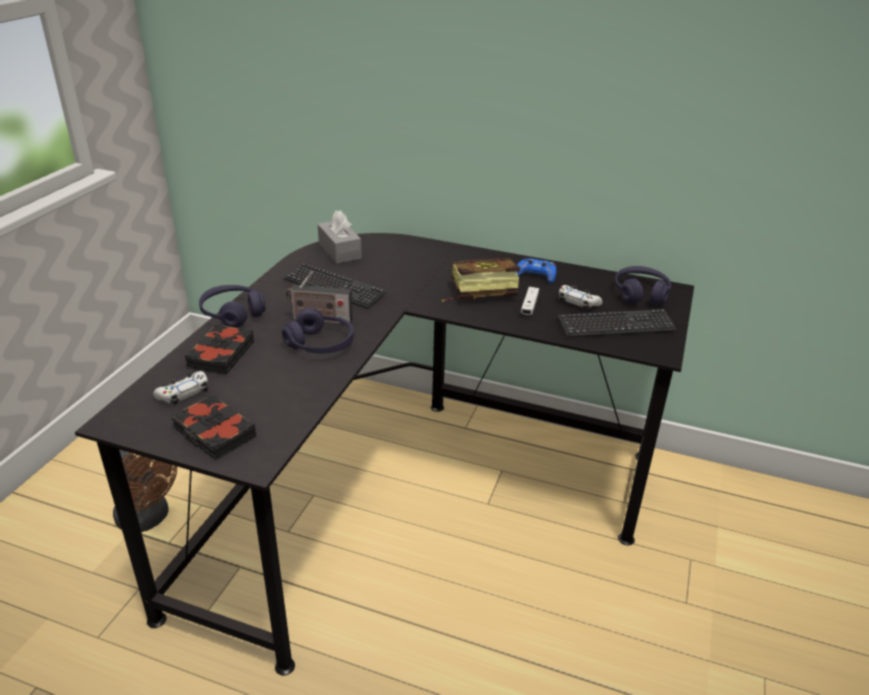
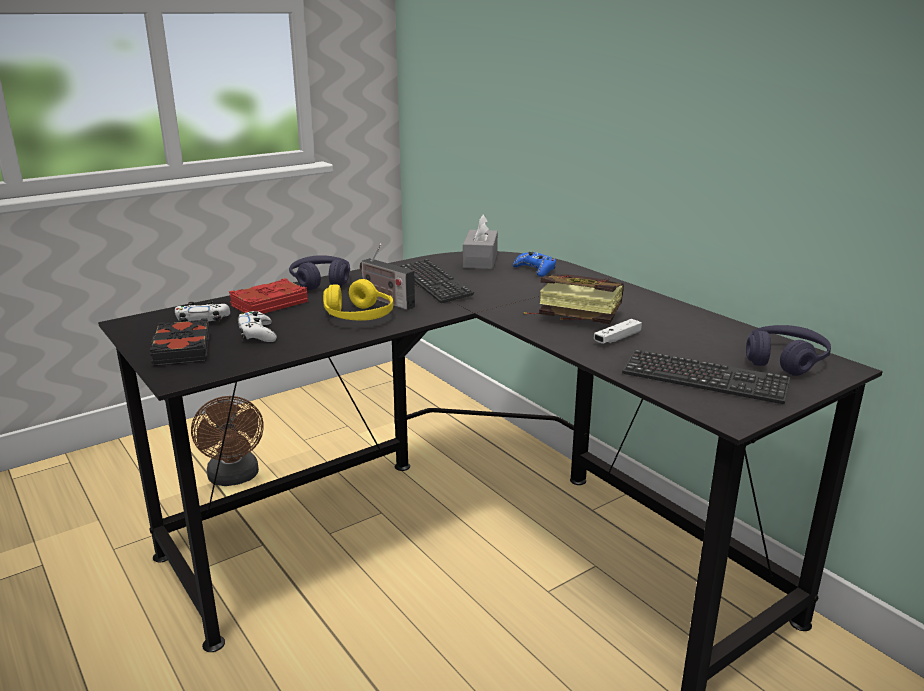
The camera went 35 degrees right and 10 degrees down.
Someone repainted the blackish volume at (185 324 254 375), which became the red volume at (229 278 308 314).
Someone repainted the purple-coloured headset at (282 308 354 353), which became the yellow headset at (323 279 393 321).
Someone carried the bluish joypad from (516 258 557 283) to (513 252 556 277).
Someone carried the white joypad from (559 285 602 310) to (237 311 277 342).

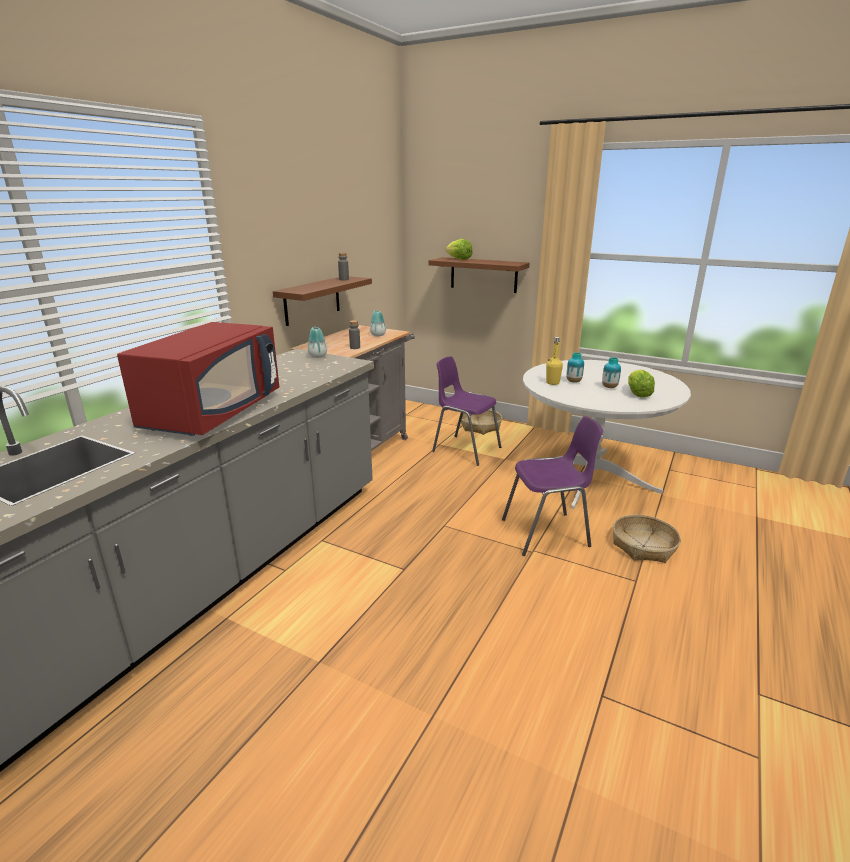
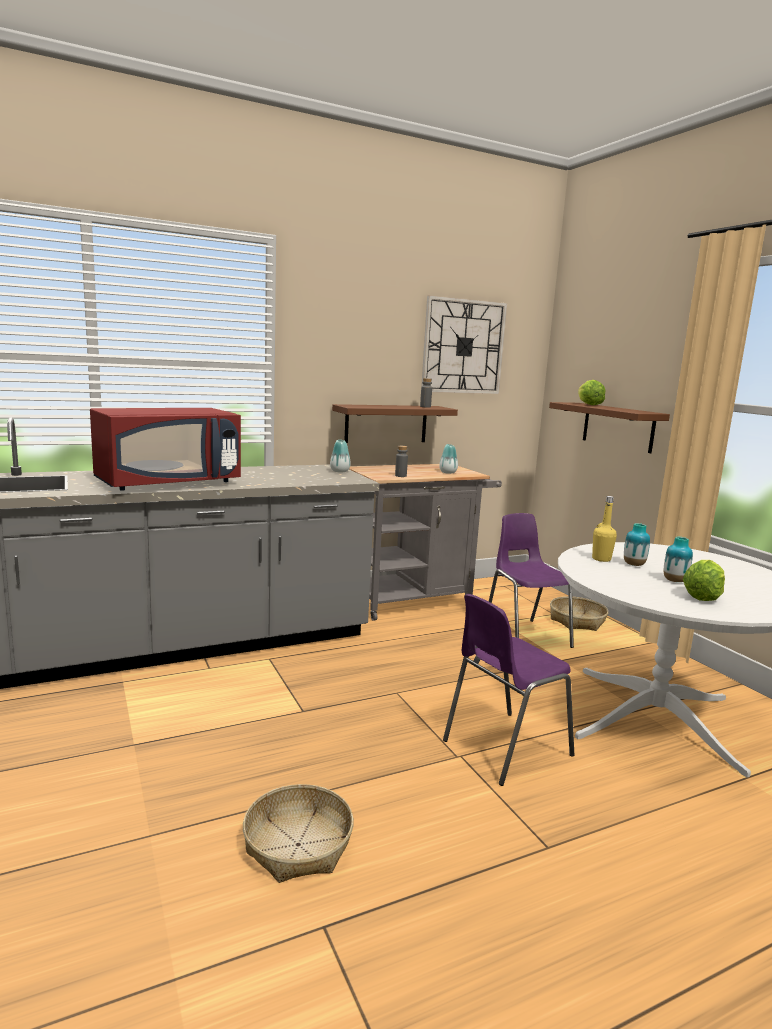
The camera went 35 degrees right and 10 degrees down.
Someone rotated the purple-coloured chair at (502 416 603 556) by 120 degrees clockwise.
Someone carried the household basket from (613 515 681 563) to (243 784 354 883).
Someone put up the clock on the wall at (421 295 507 394).

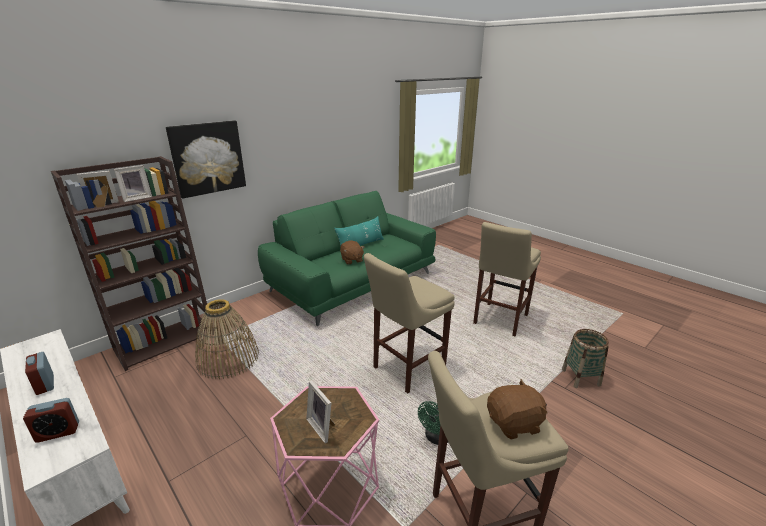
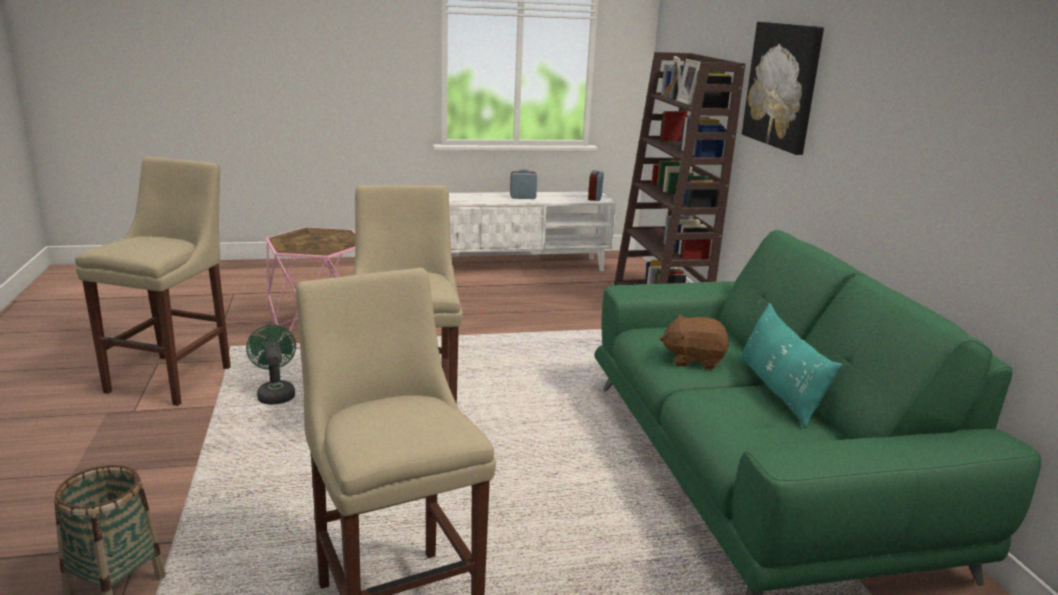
The camera went 120 degrees right and 5 degrees down.
Someone carried the table clock from (23 398 79 443) to (588 170 604 201).
Someone took away the household basket at (195 299 259 380).
Someone took away the picture frame at (306 380 335 444).
Someone took away the brownish plush toy at (487 379 547 439).

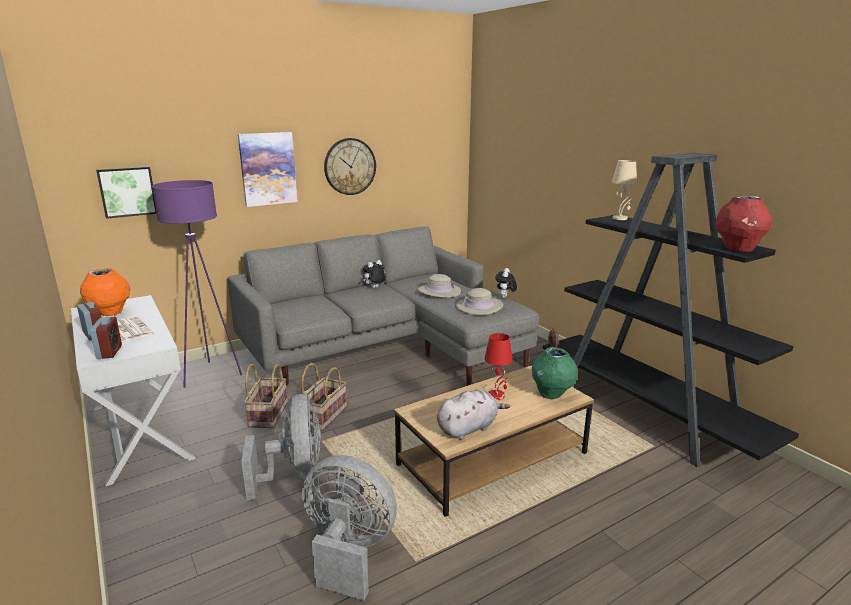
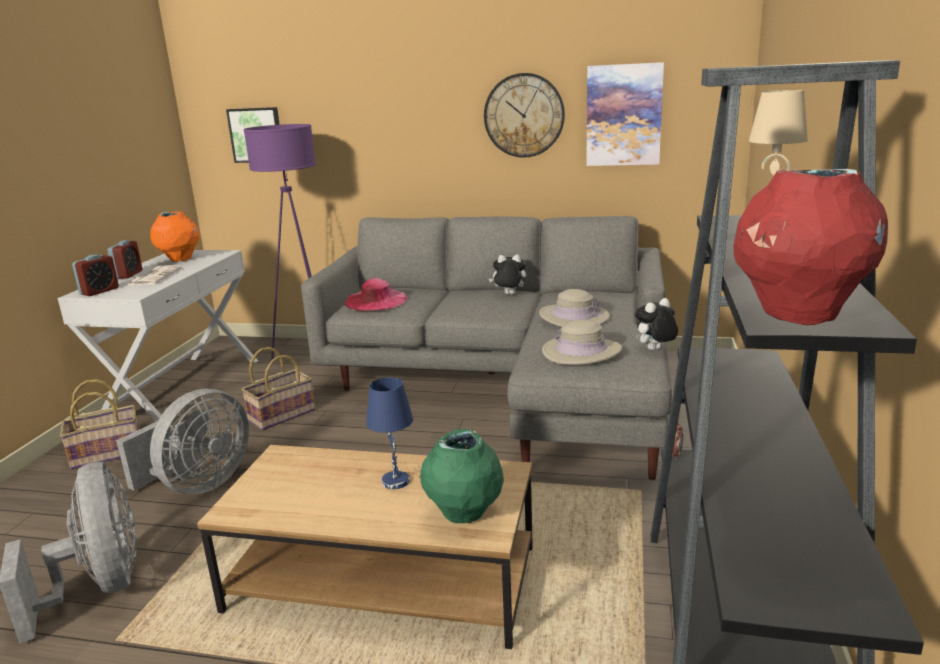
The camera went 45 degrees right and 0 degrees up.
Someone carried the wall art from (238 132 298 207) to (586 62 664 166).
Someone carried the household basket from (301 363 347 431) to (60 379 139 470).
Someone took away the greyish plush toy at (437 389 510 440).
Someone repainted the red table lamp at (484 333 513 400), which became the bluish table lamp at (366 377 413 489).
Someone put down the pink-coloured hat at (345 278 407 311).

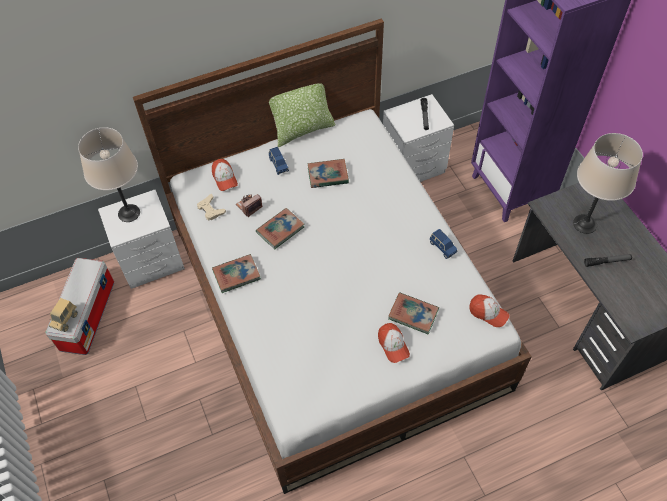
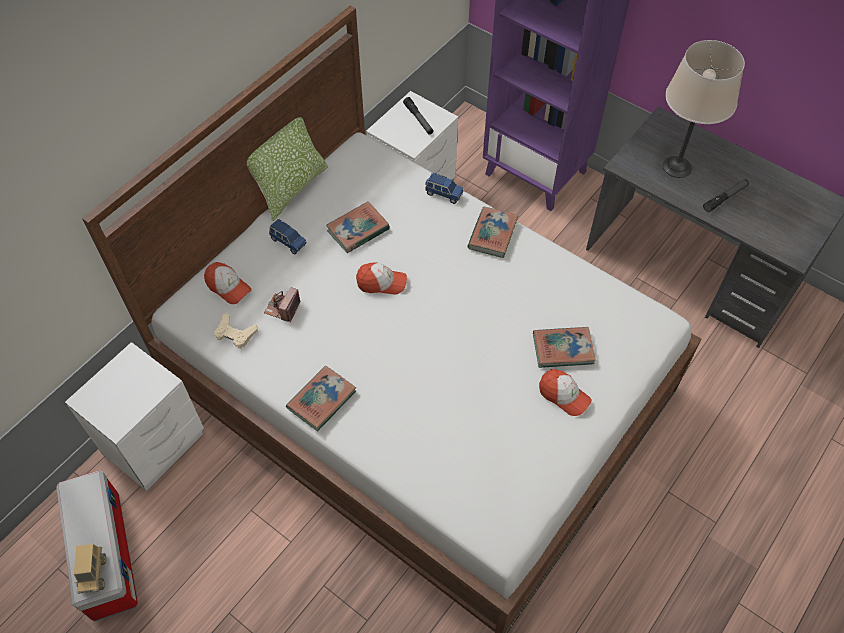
The camera went 30 degrees left and 0 degrees up.
Someone took away the sand-coloured table lamp at (78 127 140 222).
Someone carried the volume from (256 208 304 249) to (467 207 519 258).
Someone carried the bluish toy car from (430 229 457 259) to (425 173 463 204).
Someone carried the cap from (469 294 509 327) to (356 262 407 295).

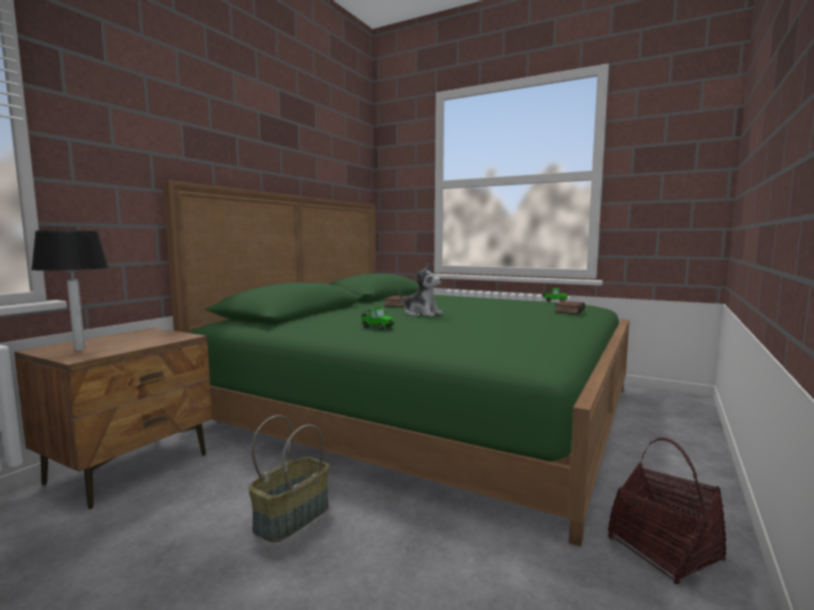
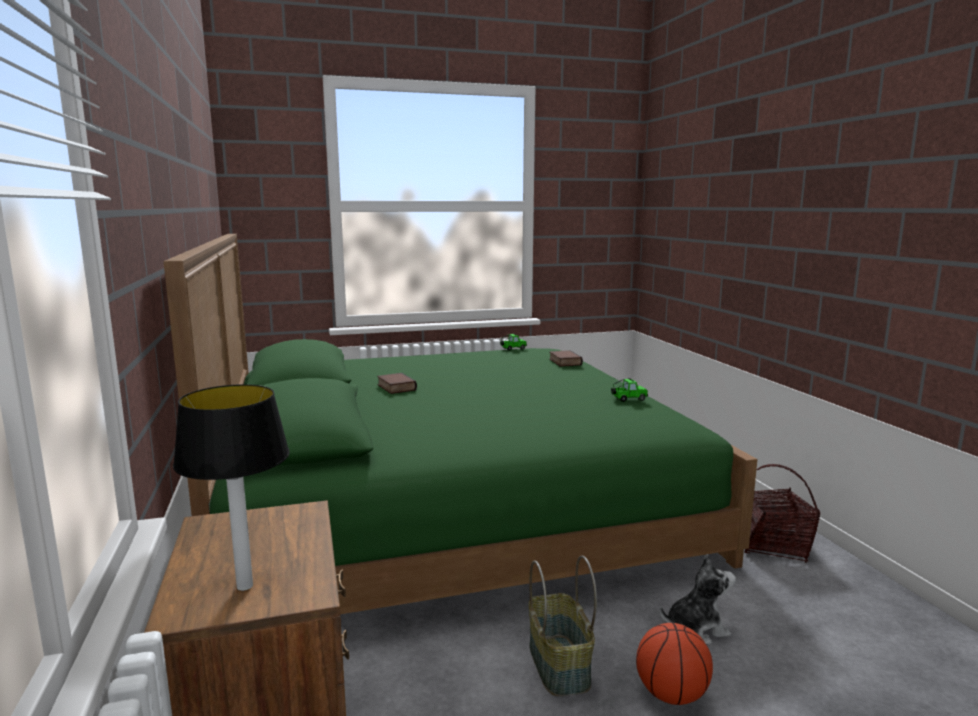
The camera went 45 degrees left and 5 degrees up.
Someone carried the toy car from (361 307 394 330) to (611 378 648 402).
Someone carried the plush toy from (400 263 443 317) to (660 554 736 645).
Someone put down the basketball at (636 623 713 705).

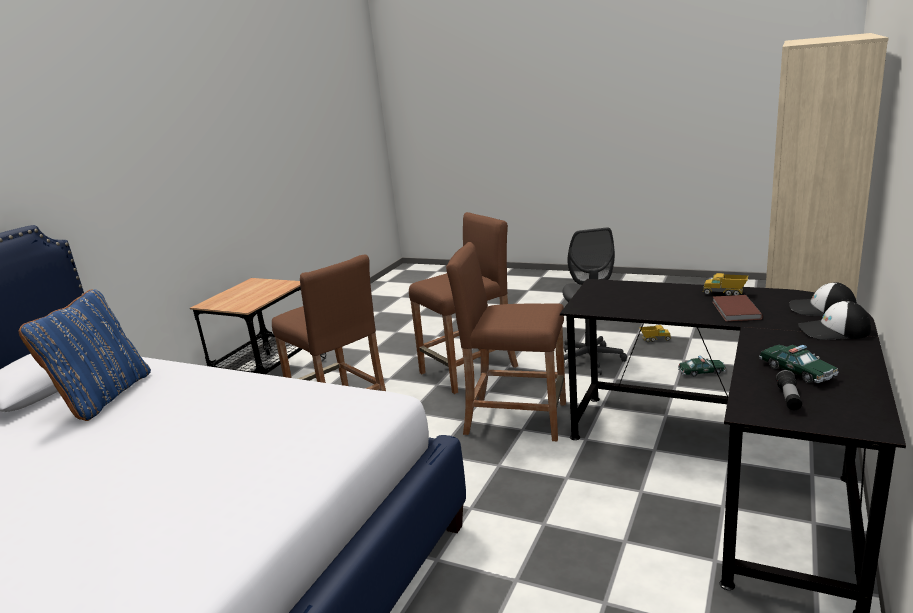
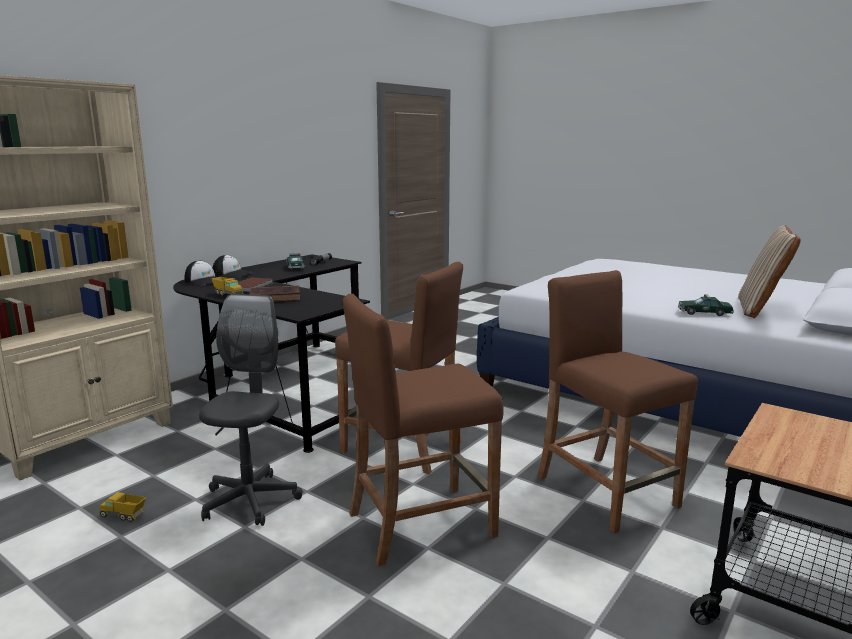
The camera went 170 degrees left and 5 degrees down.
Someone repainted the bluish throw pillow at (19 290 151 421), which became the sand-coloured throw pillow at (738 225 801 318).
Someone carried the toy car from (678 356 726 377) to (678 294 734 316).
Someone put down the brownish volume at (249 286 300 302).

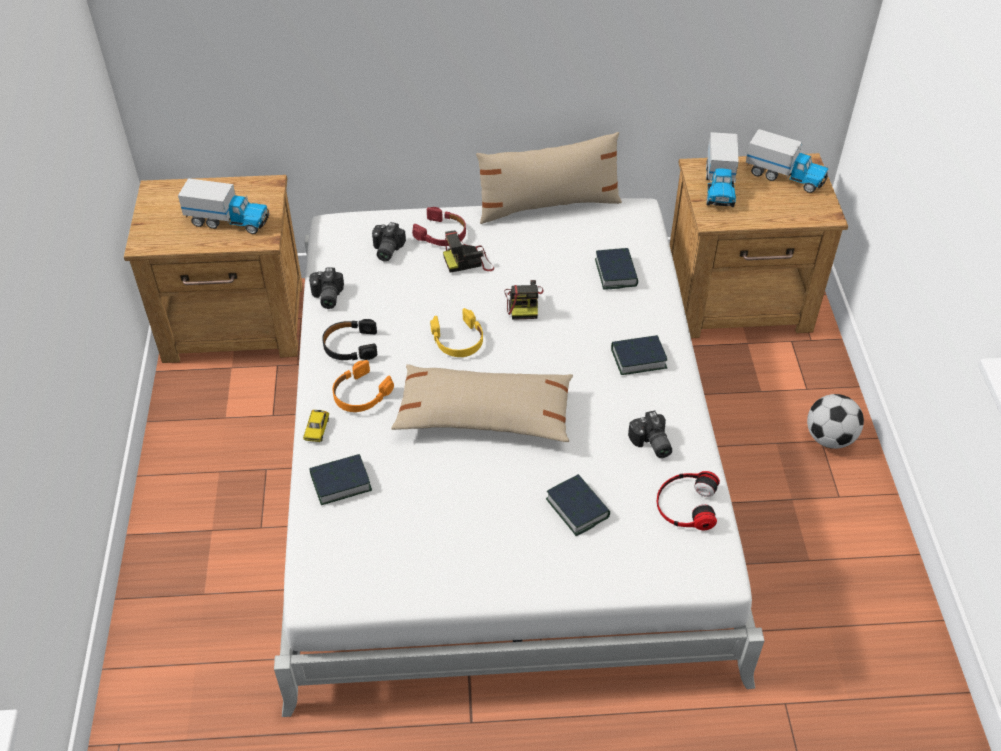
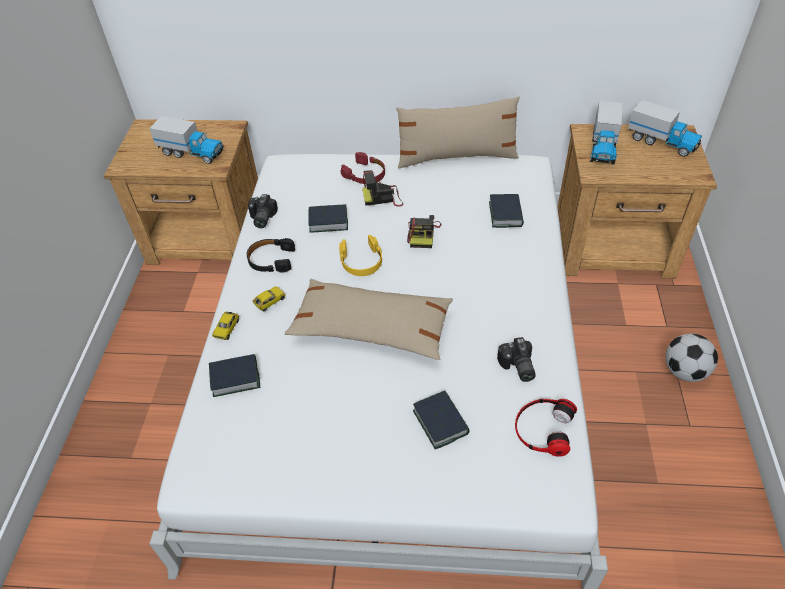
The camera went 10 degrees right and 0 degrees up.
Someone swapped the orange-coloured headset at (332 360 394 412) for the toy car at (253 286 285 311).
Someone took away the still camera at (372 222 406 262).
Someone carried the volume from (611 335 667 375) to (308 204 348 233).

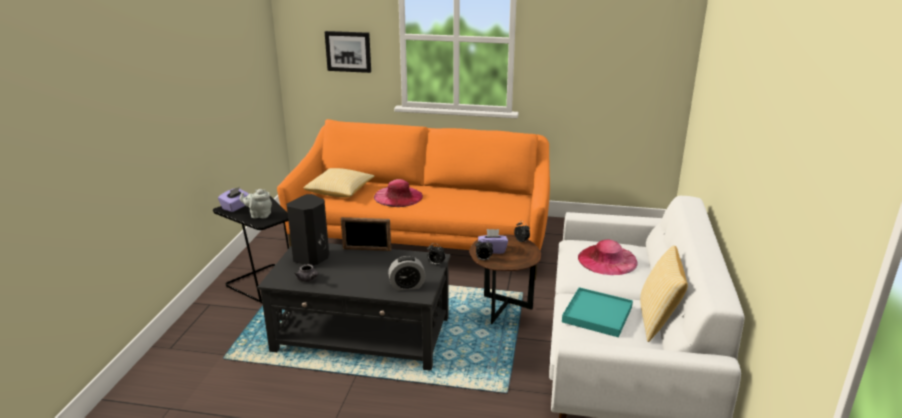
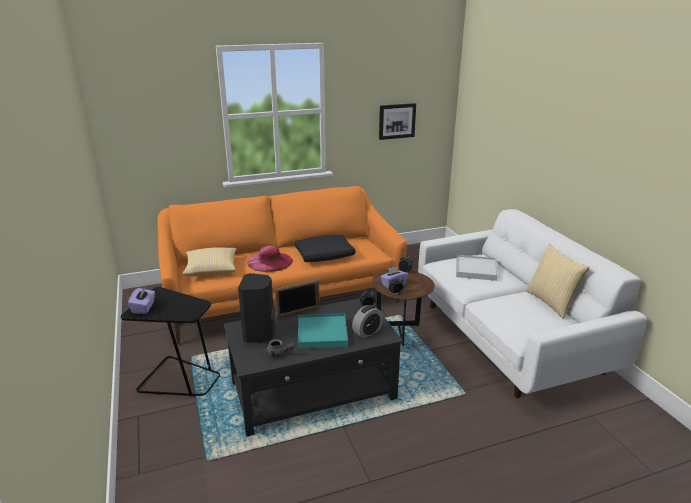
The camera went 30 degrees left and 0 degrees up.
Someone took away the greyish pot for tea at (240 189 272 218).
Someone carried the wall art from (325 31 371 73) to (379 103 416 140).
Someone carried the turquoise-coloured carrying tray from (562 287 633 337) to (298 314 348 349).
Someone swapped the pink-coloured hat at (578 240 638 275) for the white carrying tray at (456 255 498 281).
Someone put down the blackish throw pillow at (295 235 355 262).

